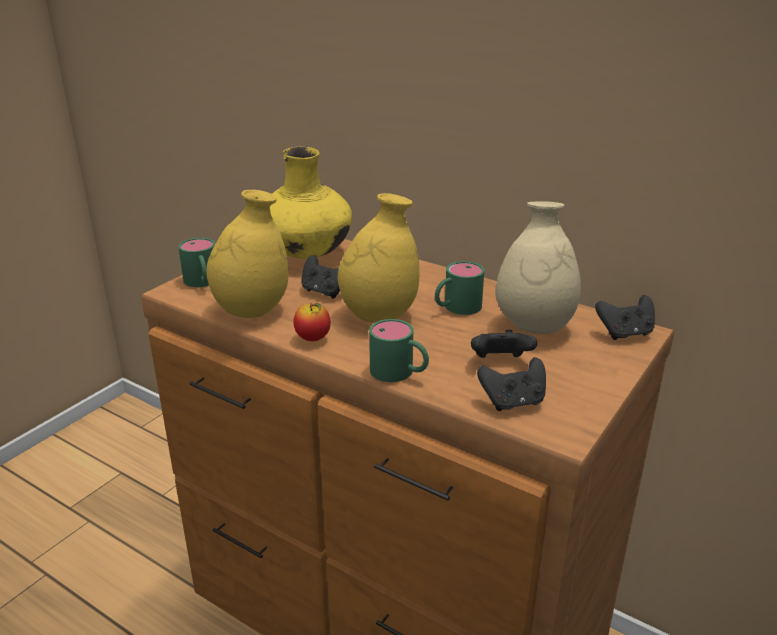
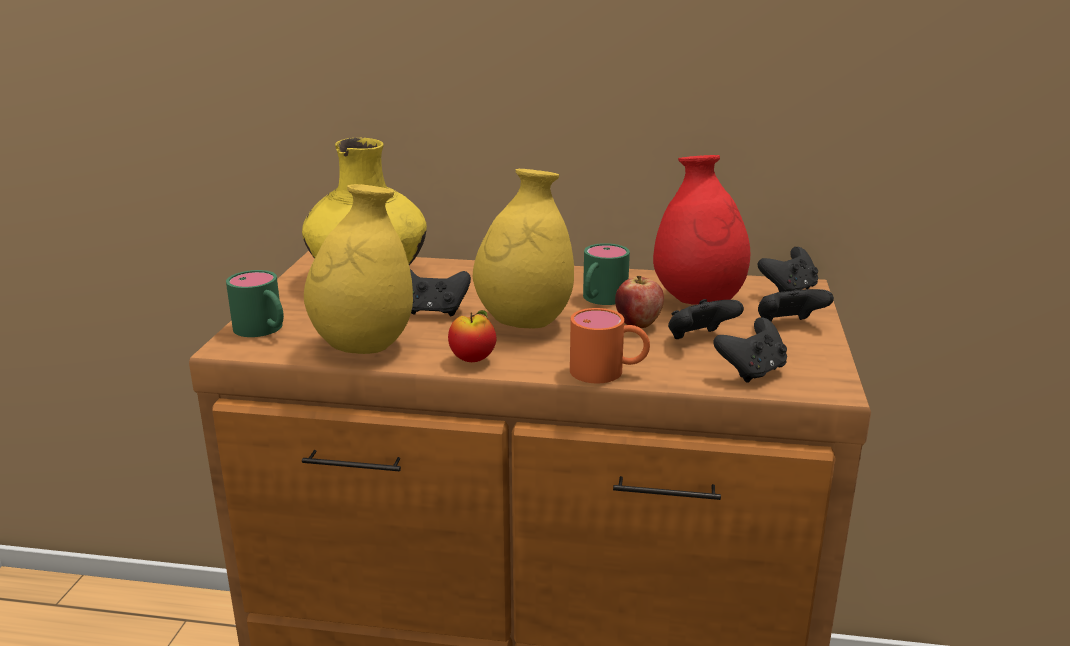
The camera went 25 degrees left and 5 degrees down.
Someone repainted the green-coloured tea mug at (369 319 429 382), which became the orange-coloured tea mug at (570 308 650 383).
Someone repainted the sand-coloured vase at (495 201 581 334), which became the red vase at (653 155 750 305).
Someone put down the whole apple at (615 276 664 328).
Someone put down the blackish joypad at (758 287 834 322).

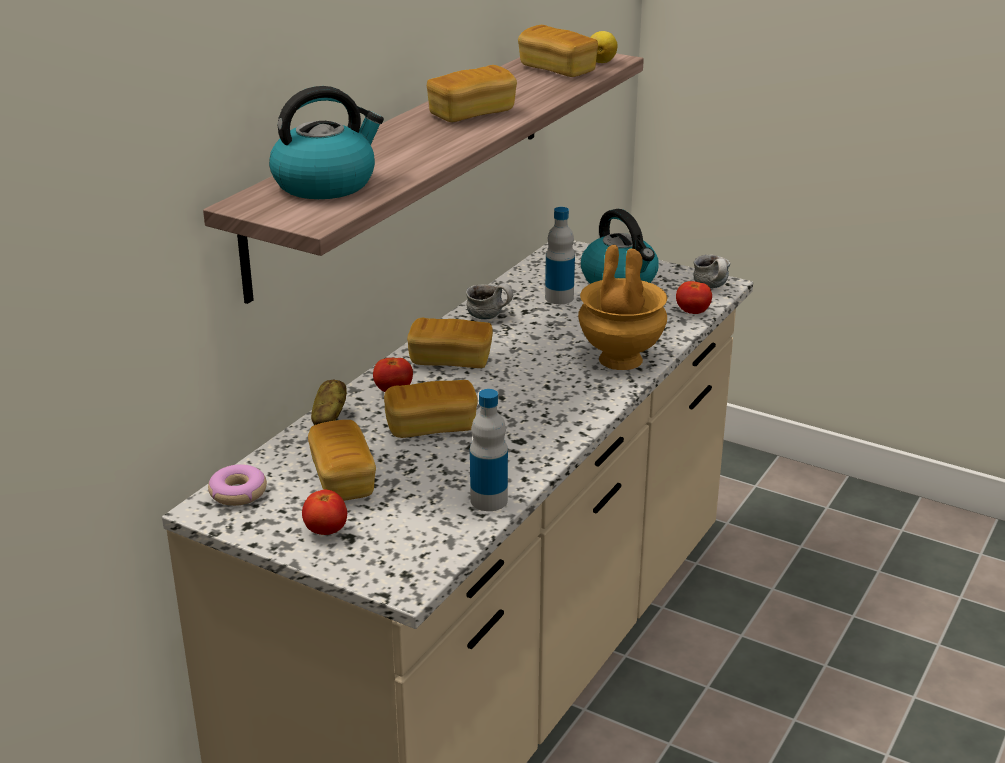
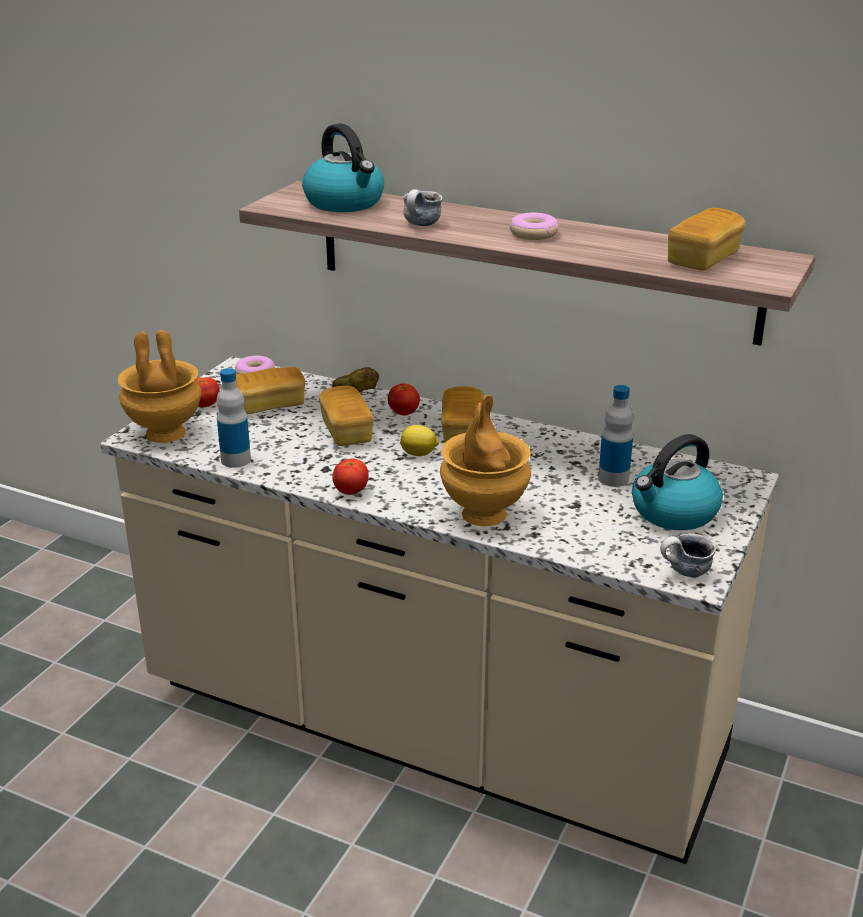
The camera went 85 degrees right and 0 degrees up.
Someone swapped the bread at (427 65 517 122) for the doughnut at (510 213 559 240).
Someone carried the tea mug from (466 283 513 319) to (403 189 442 226).
Someone carried the lemon from (590 31 618 63) to (400 425 439 456).
Someone carried the fresh tomato from (676 281 712 314) to (332 458 369 495).
Someone put down the brownish vase at (118 330 201 443).

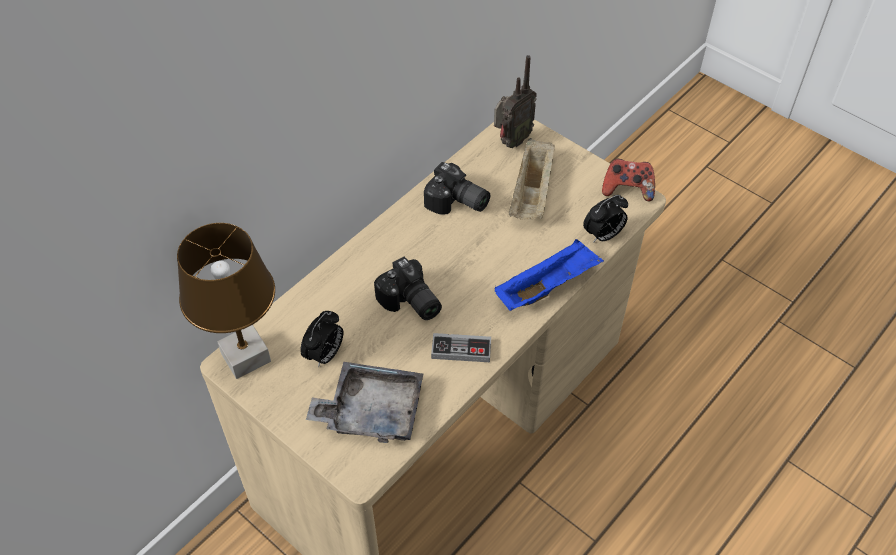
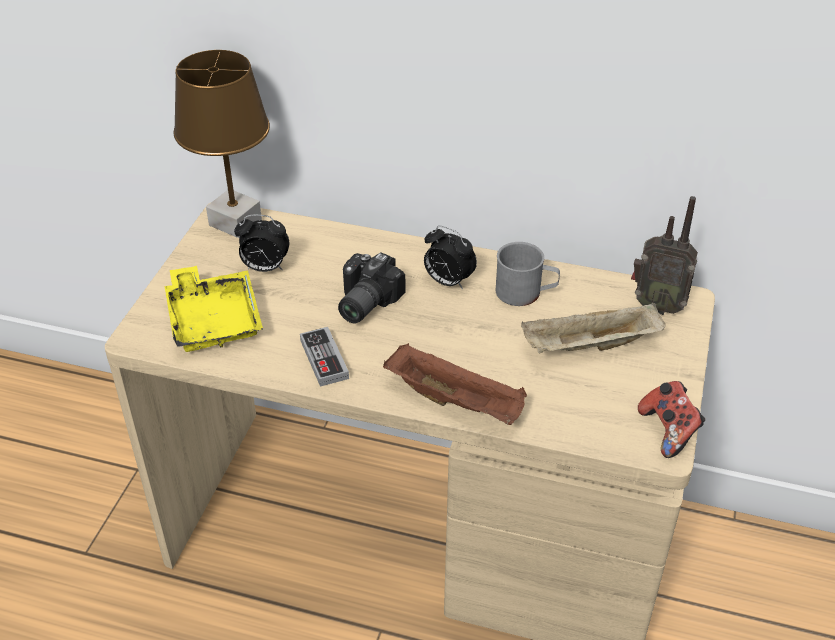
The camera went 65 degrees right and 10 degrees down.
Someone repainted the greyish carrying tray at (306 362 424 443), which became the yellow carrying tray at (165 266 263 352).
Someone swapped the still camera at (424 162 490 215) for the greyish tea mug at (496 242 560 306).
Someone repainted the bluish carrying tray at (495 239 604 311), which became the brownish carrying tray at (383 343 527 425).
Someone carried the table clock from (583 195 628 243) to (424 226 477 290).

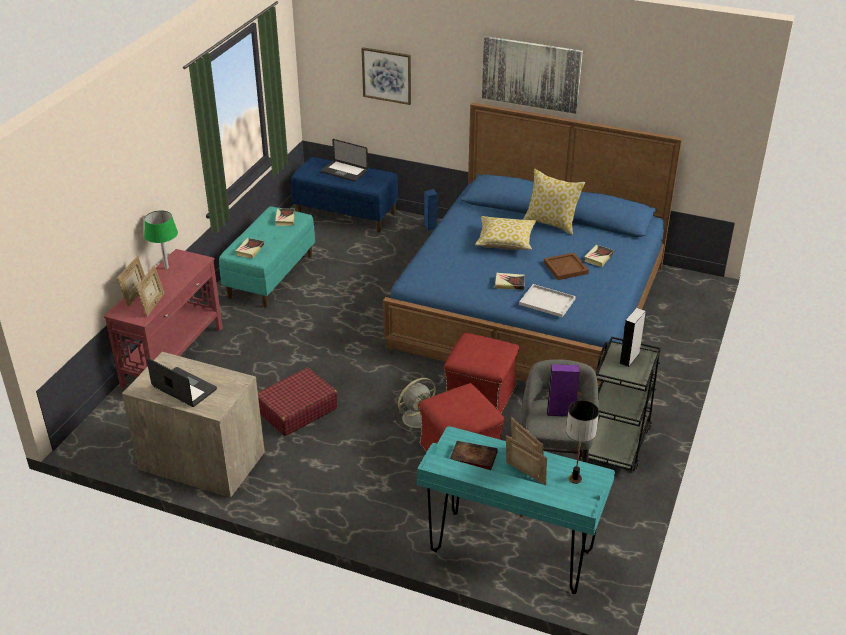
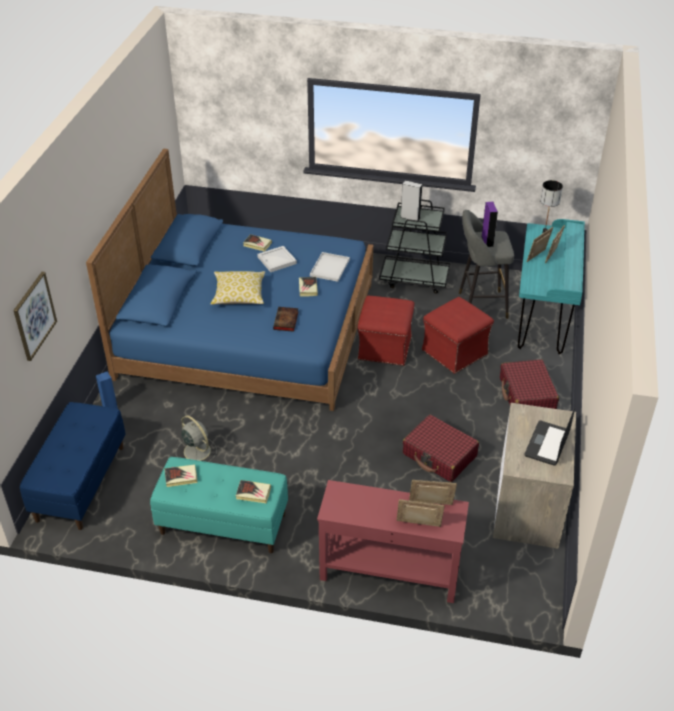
The camera went 100 degrees left and 5 degrees up.
Someone took away the green-coloured table lamp at (144 210 178 269).
Someone took away the laptop at (321 139 368 182).
Someone carried the greyish cooling fan from (394 378 436 432) to (176 416 217 462).
Someone carried the volume from (450 441 498 470) to (273 307 298 332).
Someone took away the wall art at (482 36 583 114).
Someone took away the throw pillow at (523 169 585 235).
Someone repainted the brownish carrying tray at (544 253 589 280), which became the white carrying tray at (257 246 297 272).
Someone put down the red piece of luggage at (500 359 559 409).

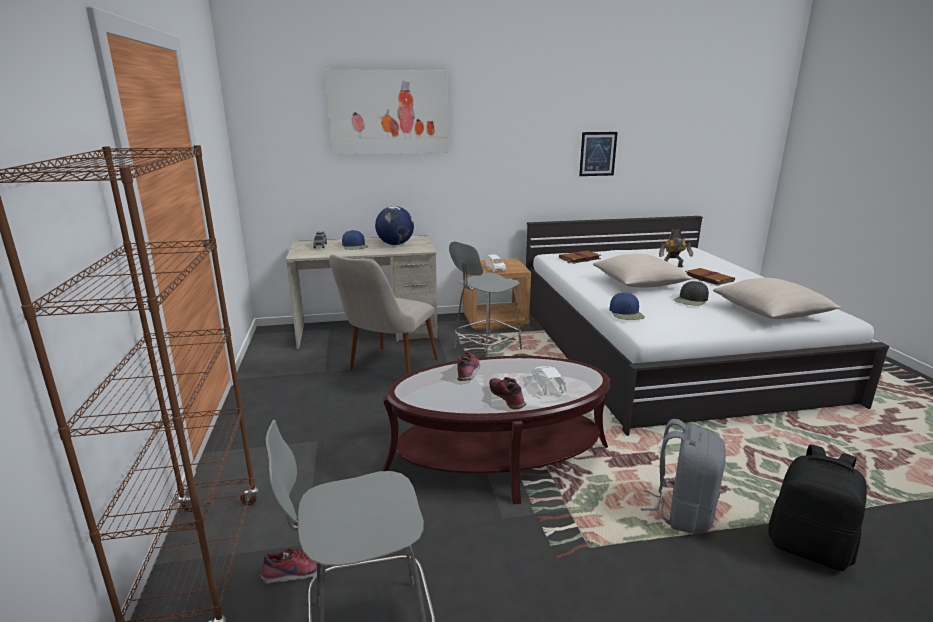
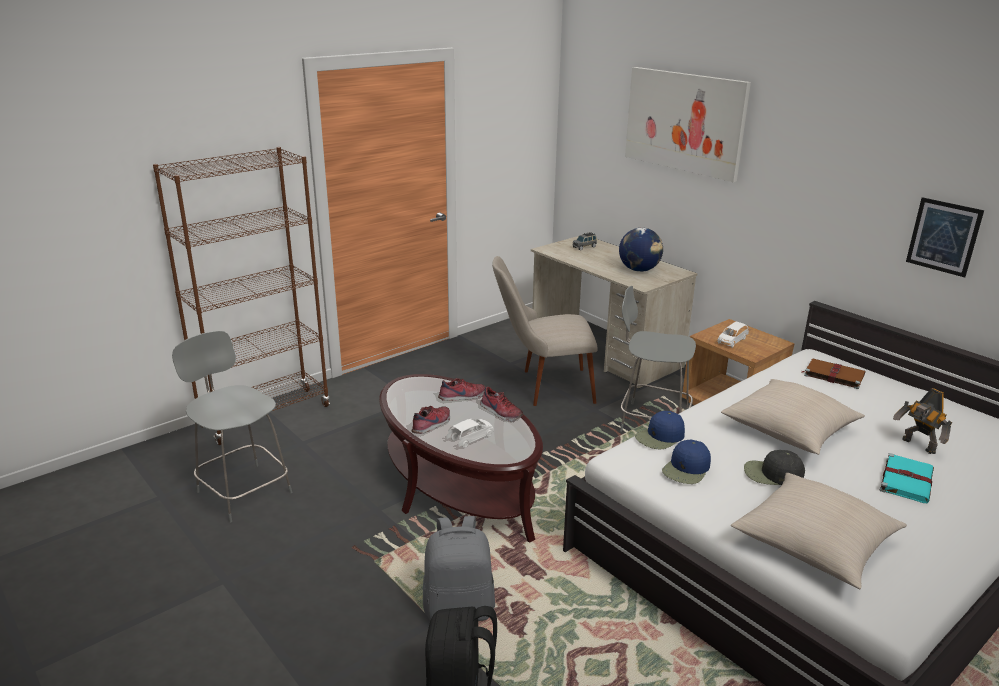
The camera went 60 degrees right and 5 degrees up.
Someone carried the item of footwear from (260 546 327 584) to (480 386 523 422).
Someone carried the bluish cap from (342 230 368 250) to (662 439 711 484).
Someone repainted the brownish volume at (685 268 735 286), which became the turquoise-coloured volume at (879 453 934 503).

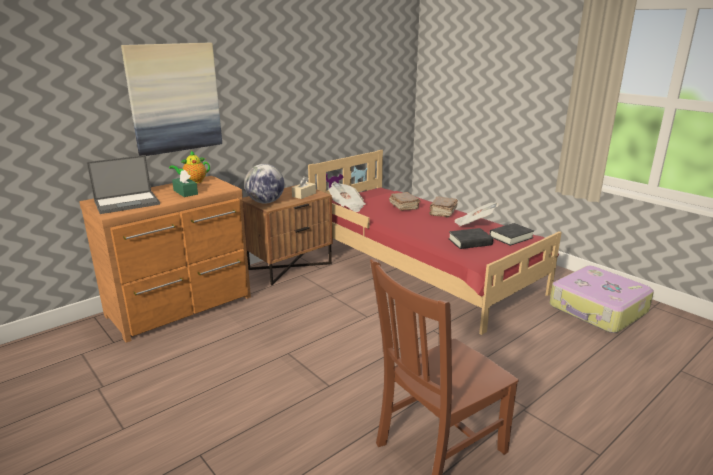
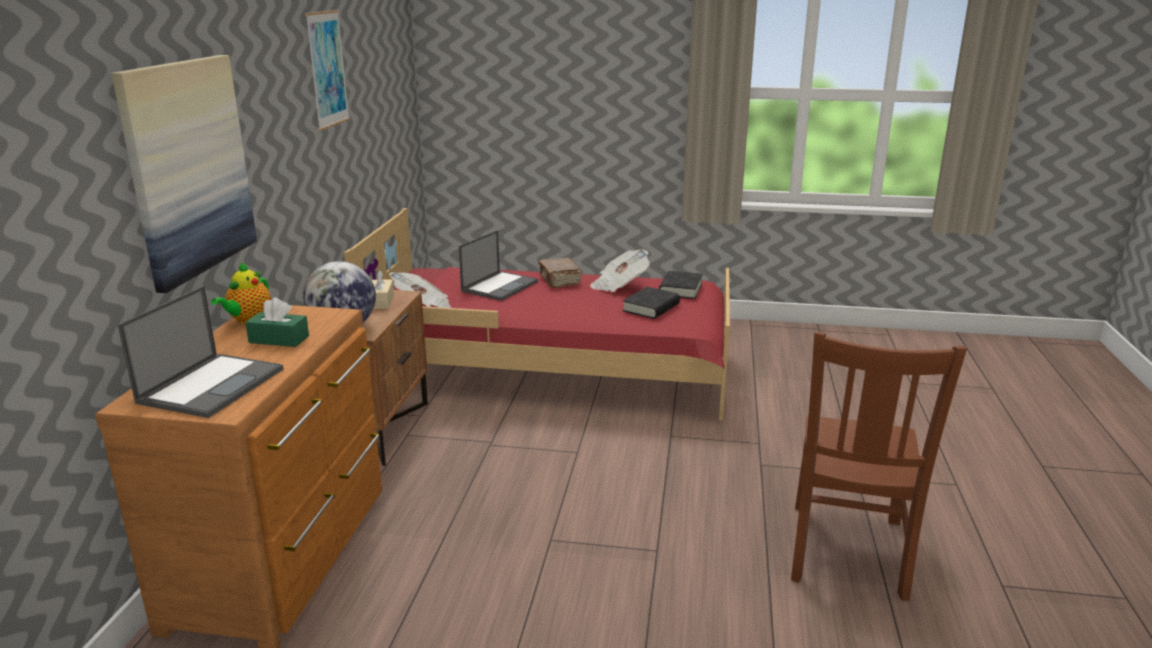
The camera went 40 degrees left and 0 degrees up.
Someone swapped the brownish volume at (389 192 420 211) for the laptop at (459 230 538 301).
Someone took away the piece of luggage at (549 266 654 333).
Someone put up the wall art at (305 10 350 131).

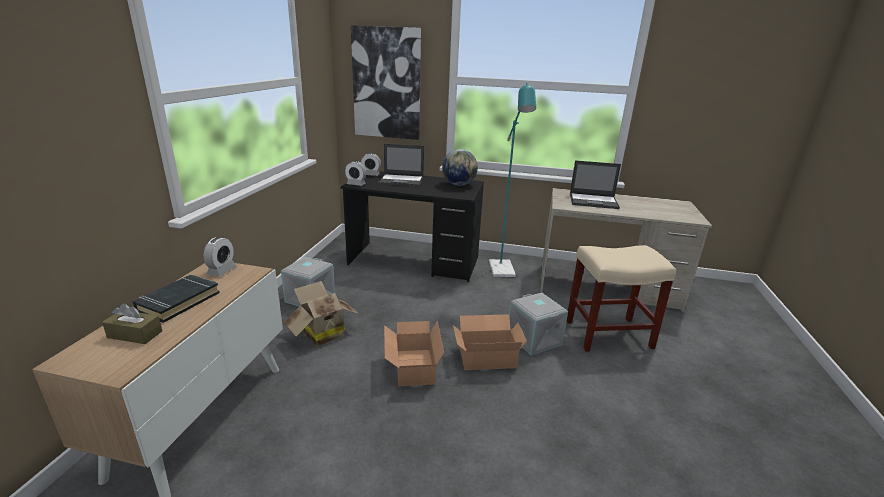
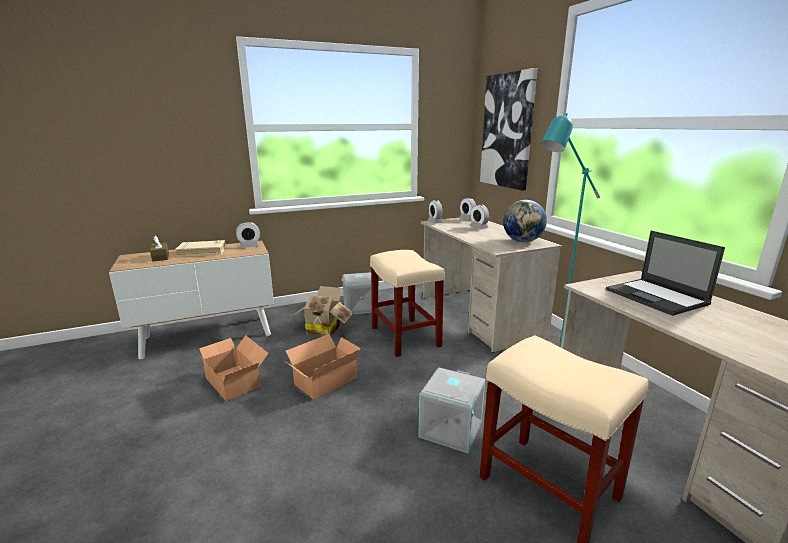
The camera went 55 degrees right and 5 degrees down.
Someone repainted the blackish volume at (132 274 220 323), which became the sand-coloured volume at (175 240 226 257).
Someone repainted the blackish desk table at (341 171 484 282), which became the sand-coloured desk table at (421 218 562 352).
Someone swapped the laptop at (378 144 424 187) for the table clock at (470 204 489 229).
Someone carried the carton from (453 314 527 370) to (195 335 269 401).
Someone put down the sand-coloured sitting stool at (370 250 445 357).

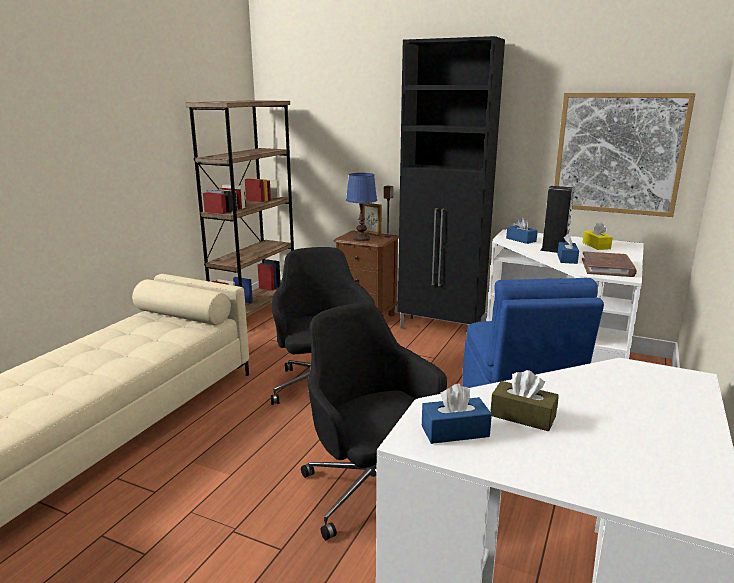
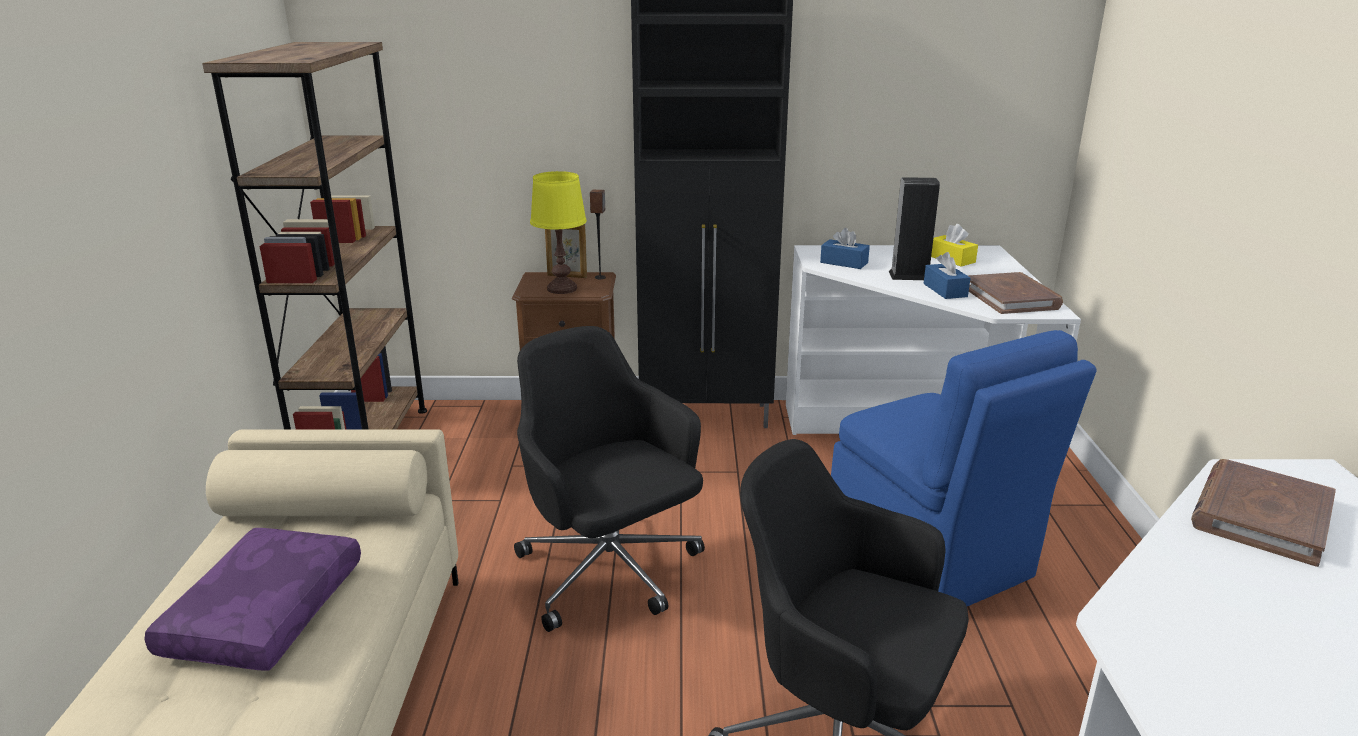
The camera went 25 degrees left and 5 degrees up.
Someone repainted the bluish table lamp at (346 173 377 241), which became the yellow table lamp at (530 171 587 294).
Someone took away the bluish tissue holder at (422 384 492 444).
Someone took away the brownish tissue holder at (490 370 559 431).
Someone took away the wall art at (554 93 696 217).
Someone put down the purple-coloured throw pillow at (144 528 361 671).
Someone put down the brownish volume at (1191 459 1336 567).

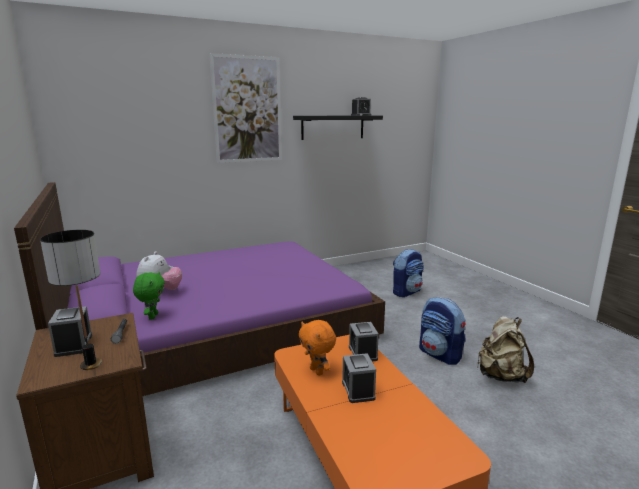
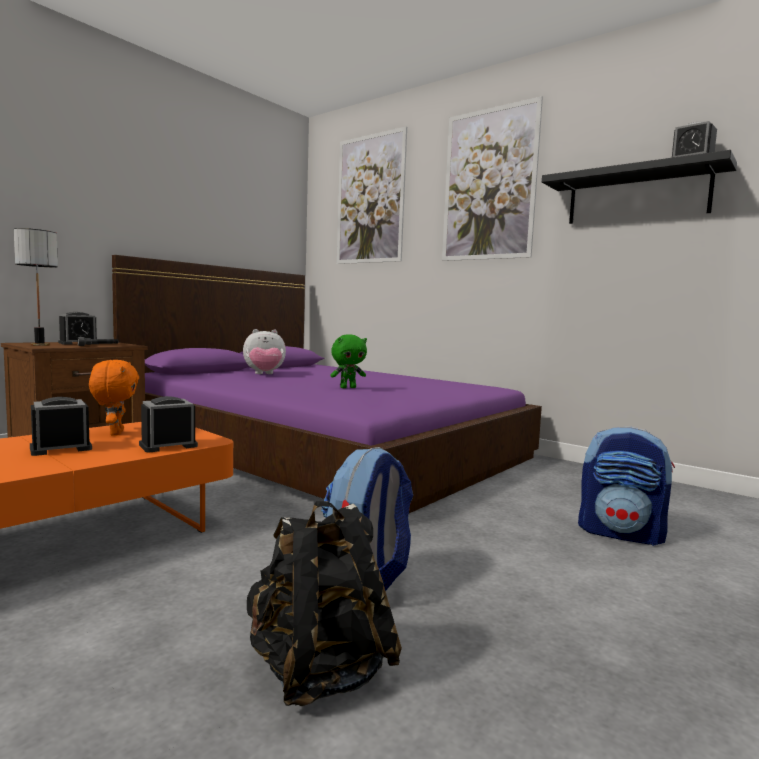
The camera went 65 degrees right and 10 degrees down.
Someone carried the green-coloured plush toy from (133 272 165 319) to (330 334 367 388).
Someone rotated the orange-coloured plush toy at (299 320 336 376) by 135 degrees clockwise.
Someone repainted the sand-coloured backpack at (477 316 534 383), which became the blackish backpack at (247 501 402 706).
Someone put up the wall art at (337 127 407 264).

